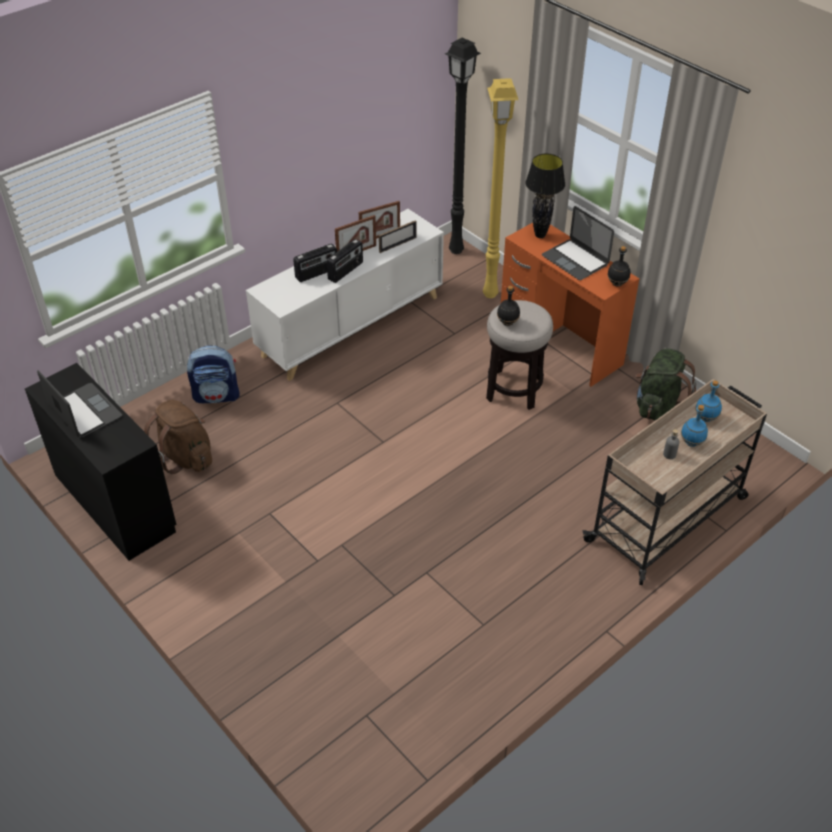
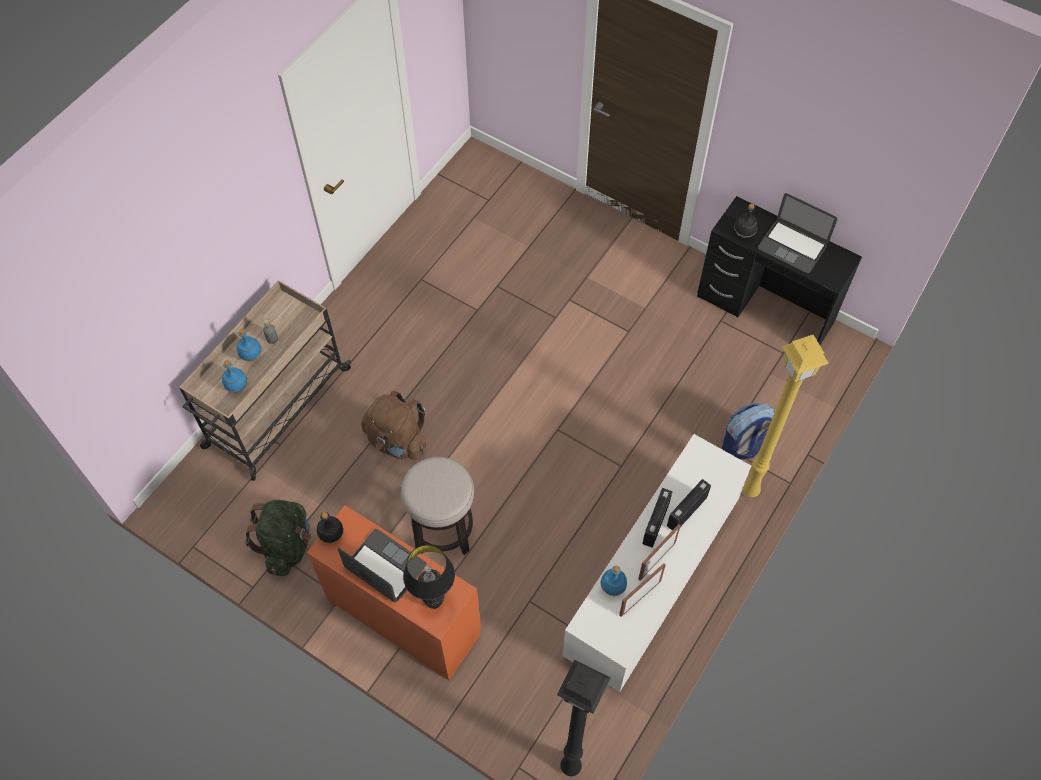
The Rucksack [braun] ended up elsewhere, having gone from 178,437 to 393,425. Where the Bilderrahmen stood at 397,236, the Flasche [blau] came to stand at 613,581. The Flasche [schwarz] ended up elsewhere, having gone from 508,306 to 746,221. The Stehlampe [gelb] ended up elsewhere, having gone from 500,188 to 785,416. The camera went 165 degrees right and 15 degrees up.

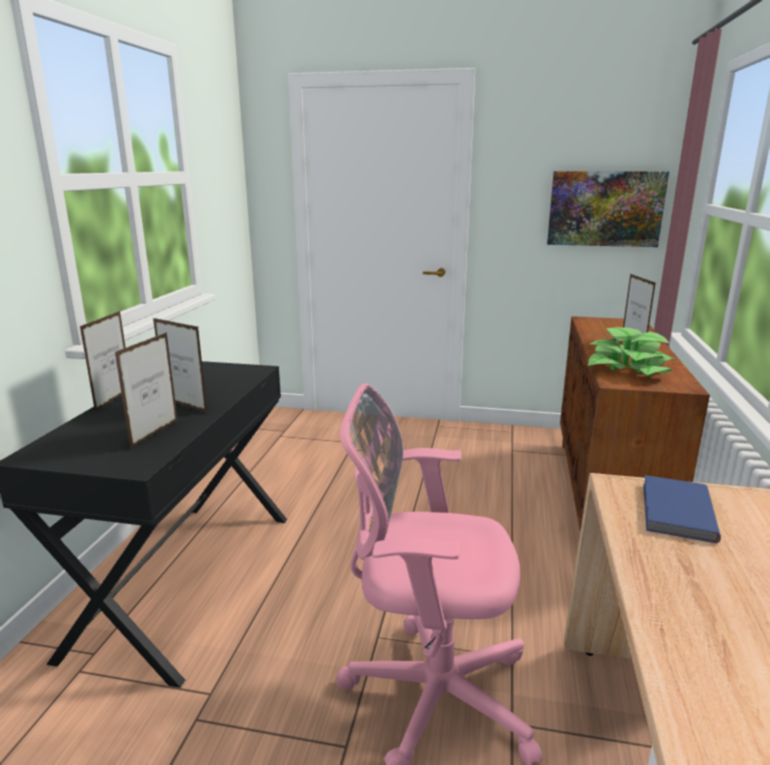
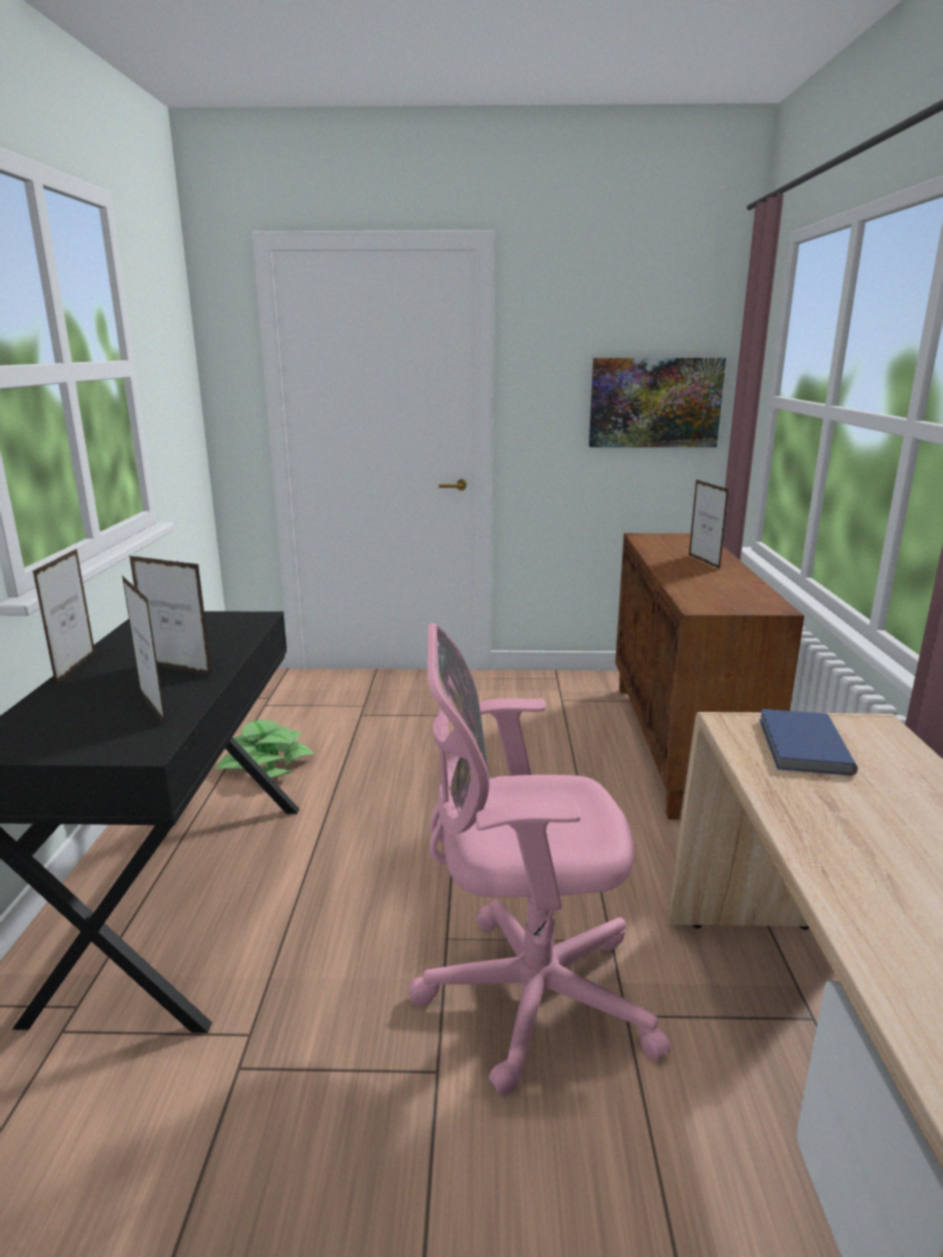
The Bilderrahmen at 146,390 ended up facing another way, 45 degrees counterclockwise from before. The Topfpflanze ended up elsewhere, having gone from 631,351 to 265,749. The camera went 10 degrees left and 0 degrees up.

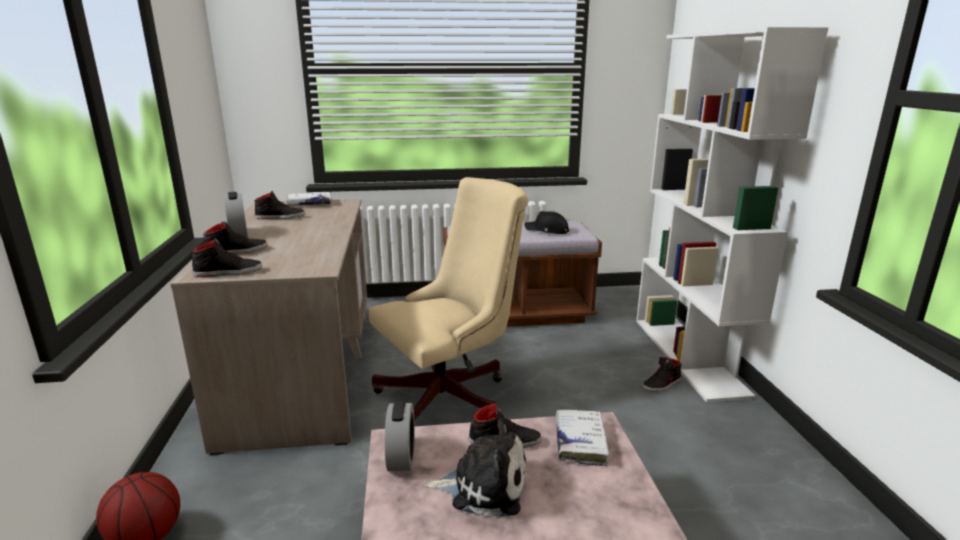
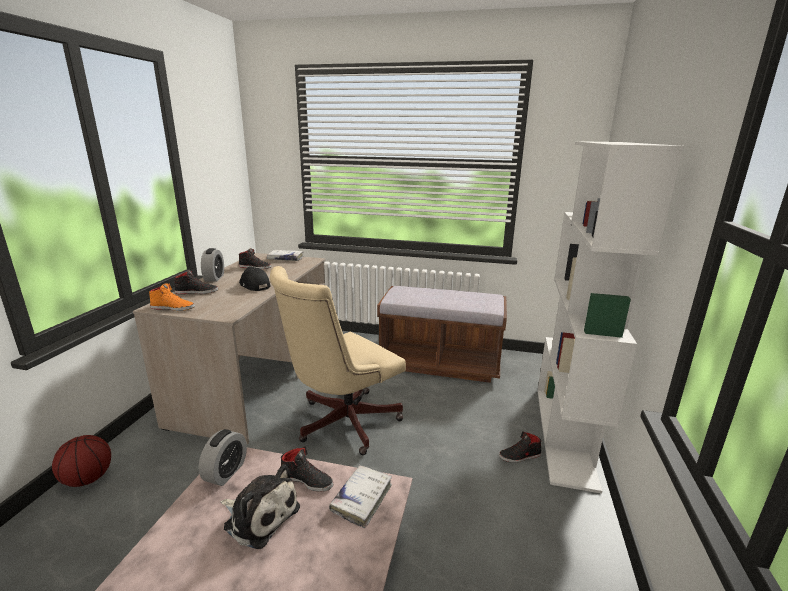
What was the Schuh [schwarz] at 227,257 turned into the Schuh [orange] at 172,297. The Kappe [schwarz] ended up elsewhere, having gone from 546,222 to 254,279. The Bürostuhl [beige] at 449,299 ended up facing another way, 150 degrees clockwise from before. The camera went 20 degrees right and 0 degrees up.

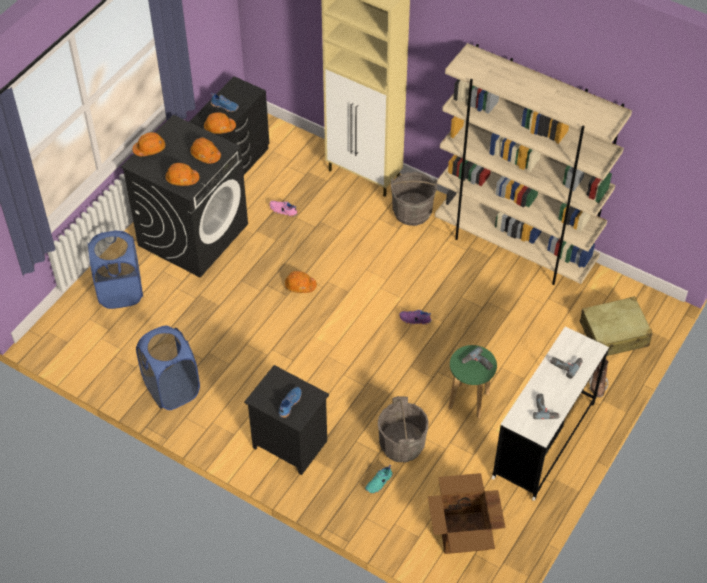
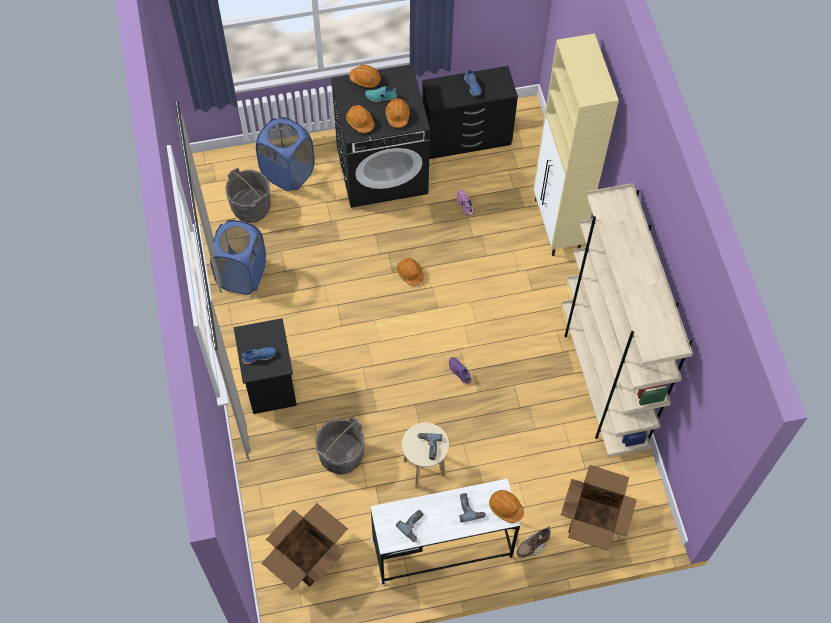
The Eimer [grau] ended up elsewhere, having gone from 414,199 to 248,195. The Schuh [türkis] ended up elsewhere, having gone from 379,479 to 381,94. What was the Hocker [grün] at 472,382 turned into the Hocker [beige] at 425,455. The Schutzhelm [orange] ended up elsewhere, having gone from 220,123 to 506,506. Where the Koffer [beige] stood at 616,326, the Karton came to stand at 599,508. The camera went 45 degrees right and 10 degrees up.

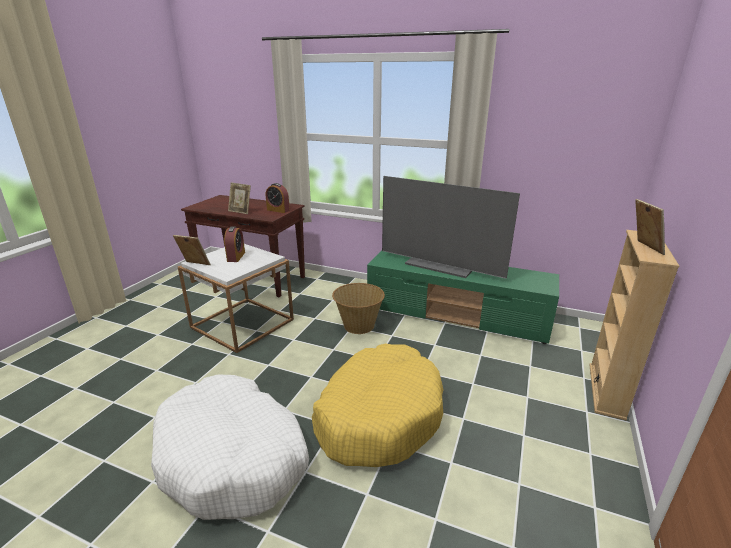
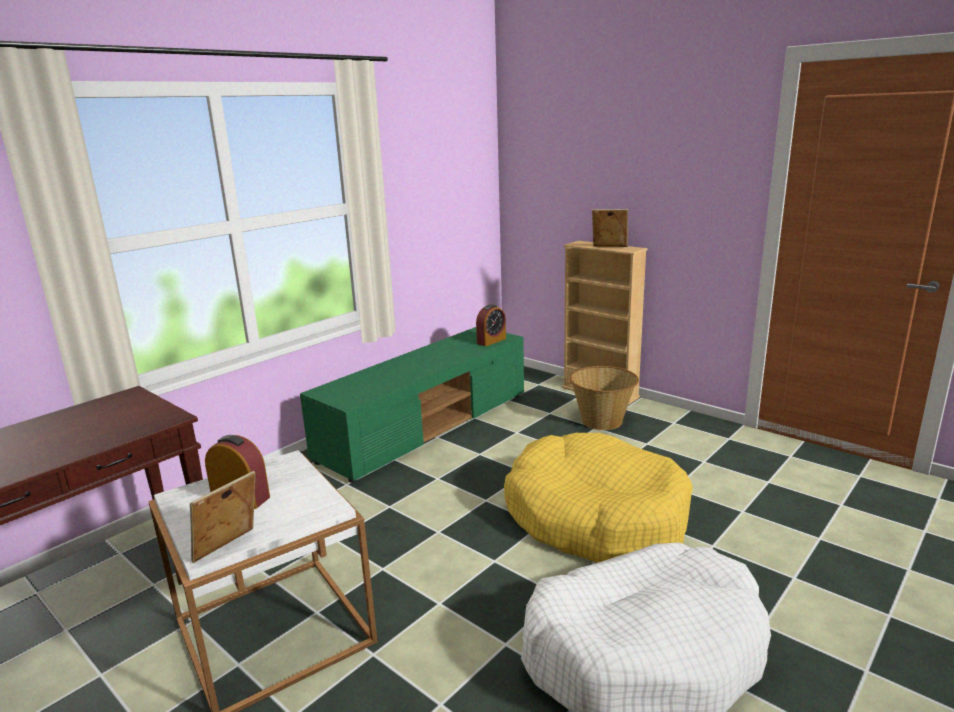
The Wecker ended up elsewhere, having gone from 278,198 to 491,325. The Korb ended up elsewhere, having gone from 358,308 to 604,398. The second view lost the Bilderrahmen at 239,198. The second view lost the Fernseher at 451,227. The camera went 70 degrees left and 5 degrees down.

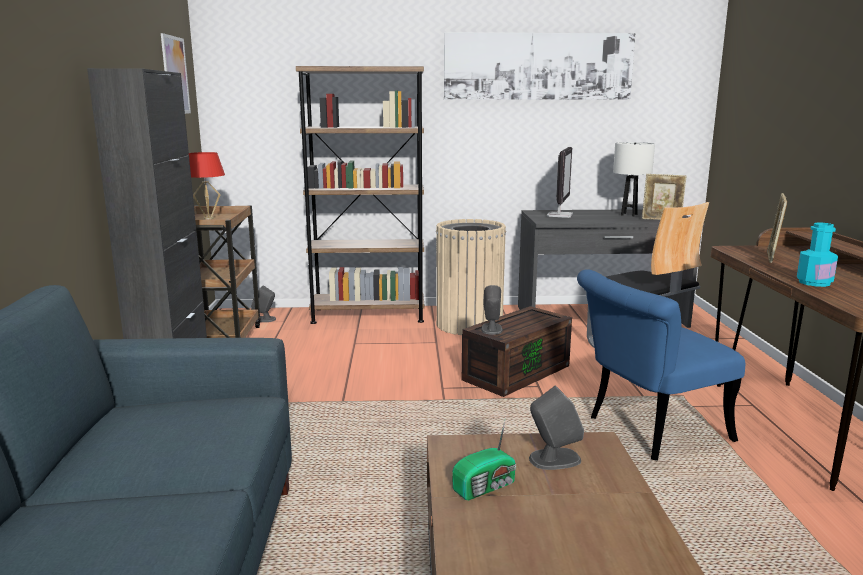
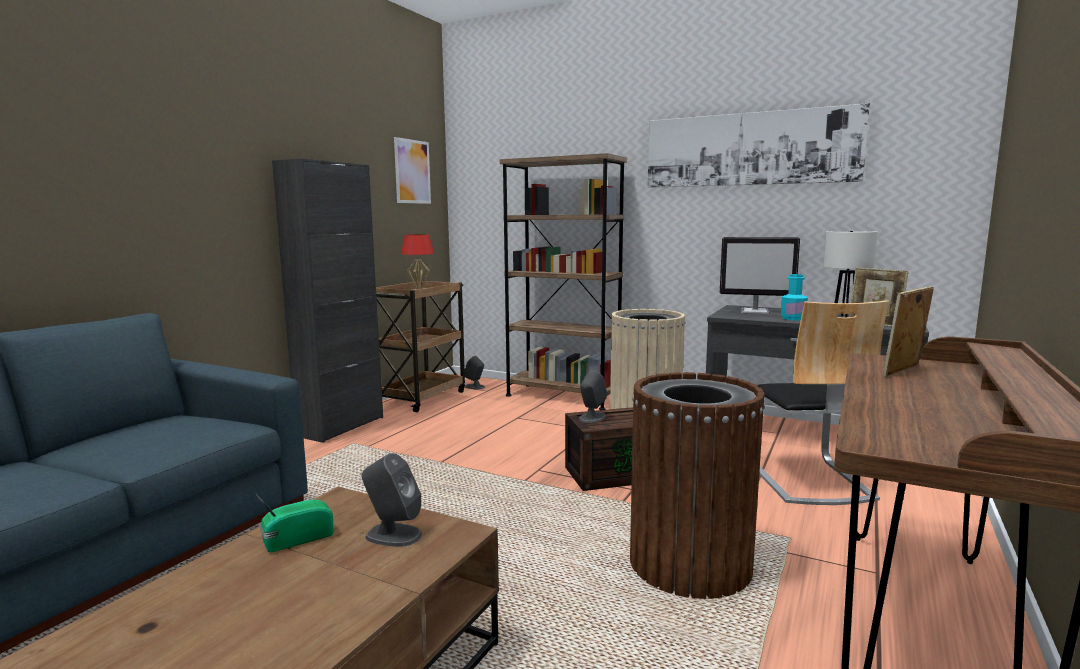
The Radio at 484,458 ended up facing another way, 150 degrees clockwise from before. Where the Stuhl [blau] stood at 661,365, the Mülleimer [braun] came to stand at 697,485. The Monitor at 560,182 ended up facing another way, 60 degrees clockwise from before. The Flasche [türkis] ended up elsewhere, having gone from 817,255 to 794,297. The camera went 30 degrees right and 5 degrees down.

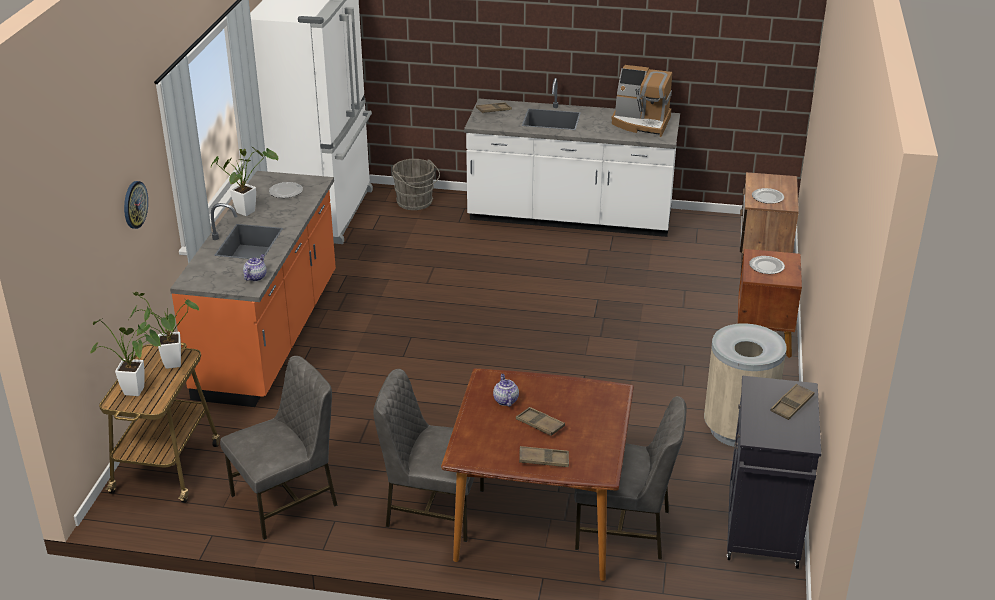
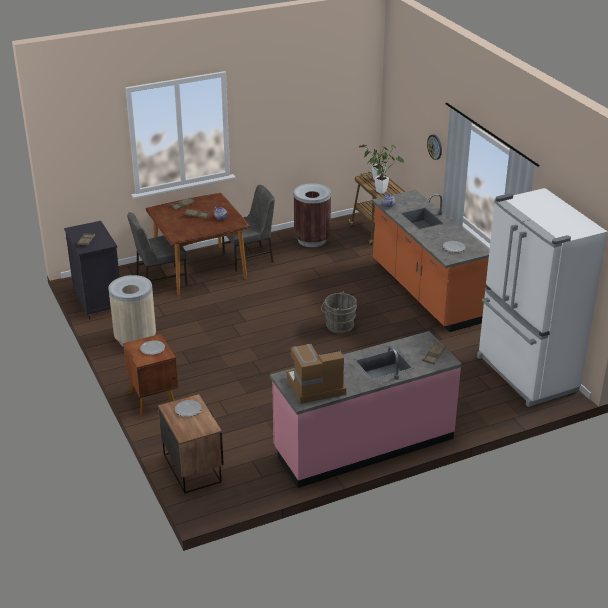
What was the Küchenzeile [weiß] at 572,157 turned into the Küchenzeile [rosa] at 366,409. Where the Stuhl [grau] stood at 278,448, the Mülleimer [braun] came to stand at 312,215. The Eimer [grau] ended up elsewhere, having gone from 416,184 to 339,313. The second view lost the Topfpflanze at 244,181. The camera went 145 degrees right and 0 degrees up.

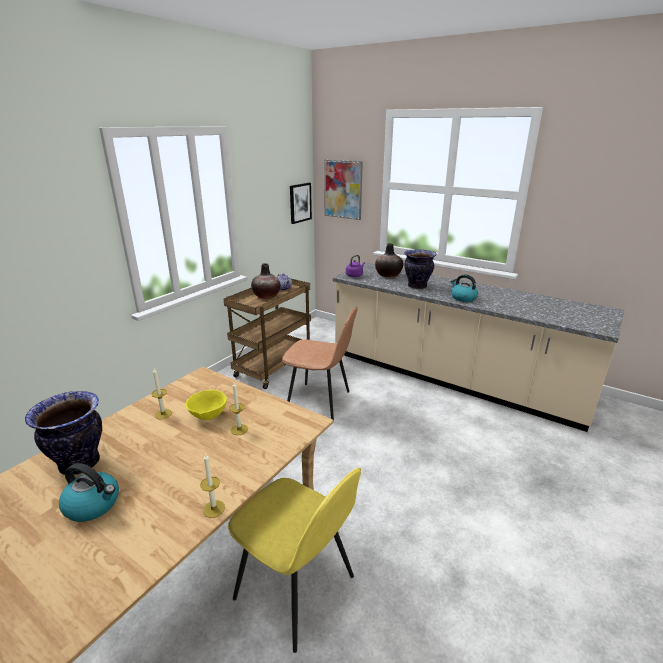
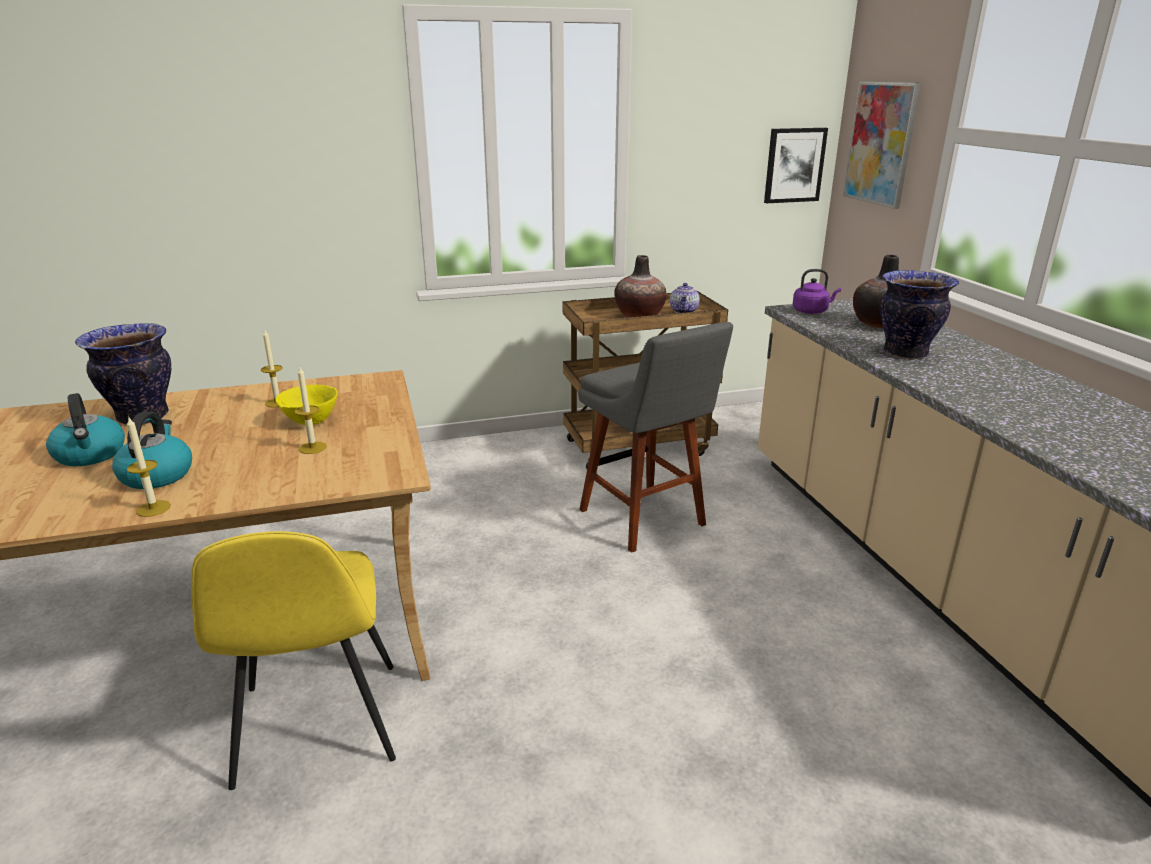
The Wasserkessel ended up elsewhere, having gone from 464,288 to 152,450. Where the Stuhl [braun] stood at 320,364, the Hocker [grau] came to stand at 655,437. The camera went 40 degrees right and 0 degrees up.

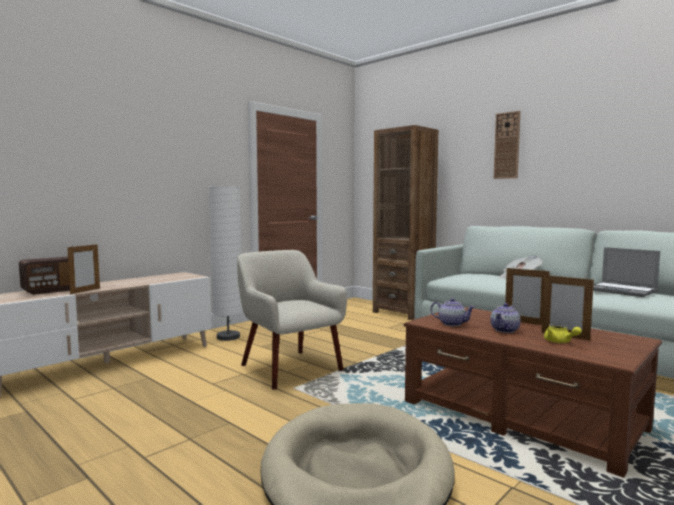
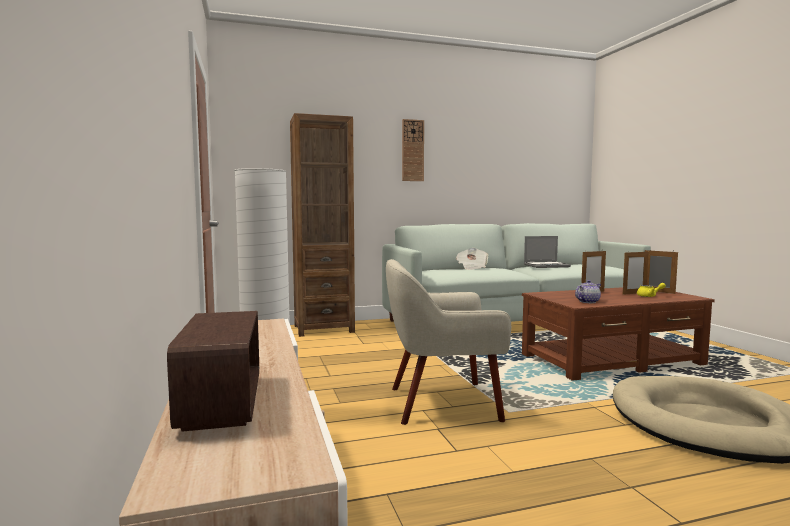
The Bilderrahmen ended up elsewhere, having gone from 83,268 to 661,271. The second view lost the Teekanne at 505,318. The camera went 60 degrees left and 0 degrees up.

